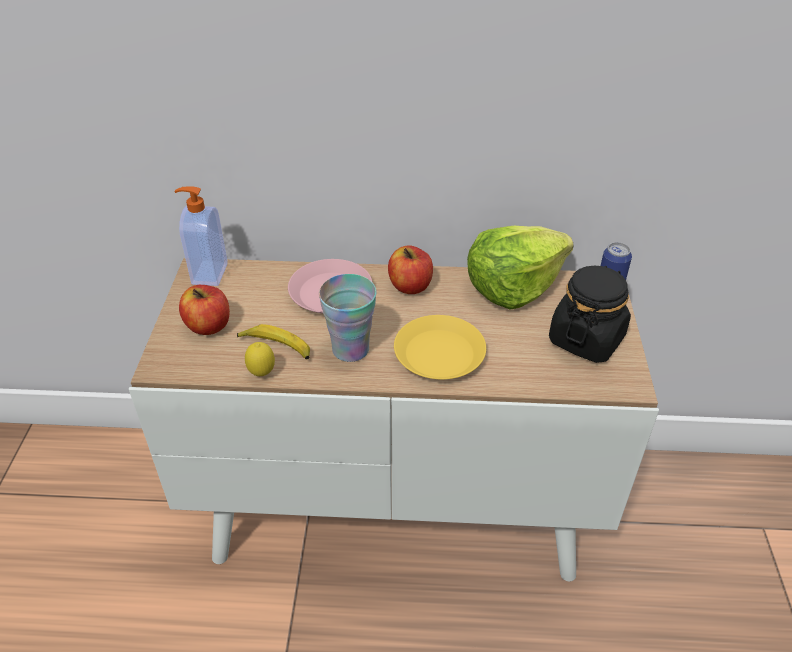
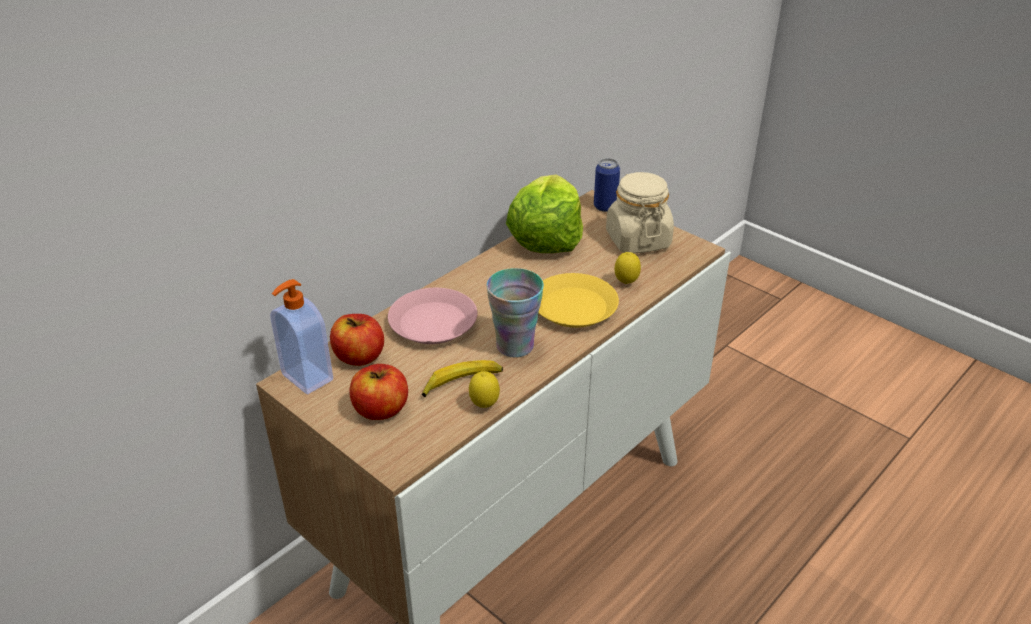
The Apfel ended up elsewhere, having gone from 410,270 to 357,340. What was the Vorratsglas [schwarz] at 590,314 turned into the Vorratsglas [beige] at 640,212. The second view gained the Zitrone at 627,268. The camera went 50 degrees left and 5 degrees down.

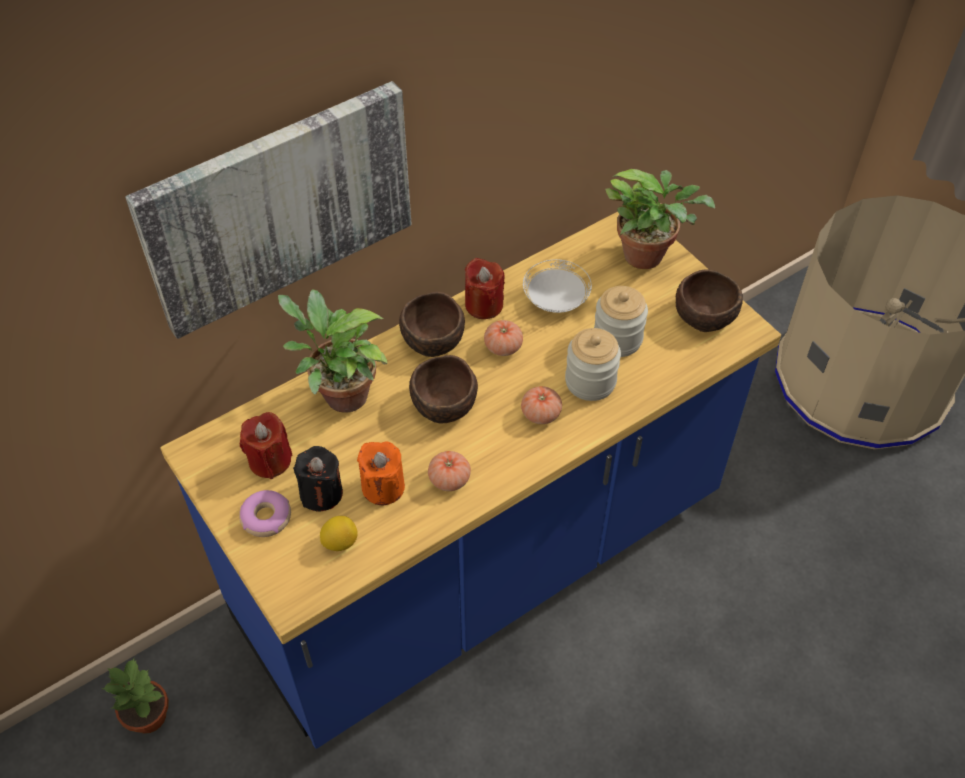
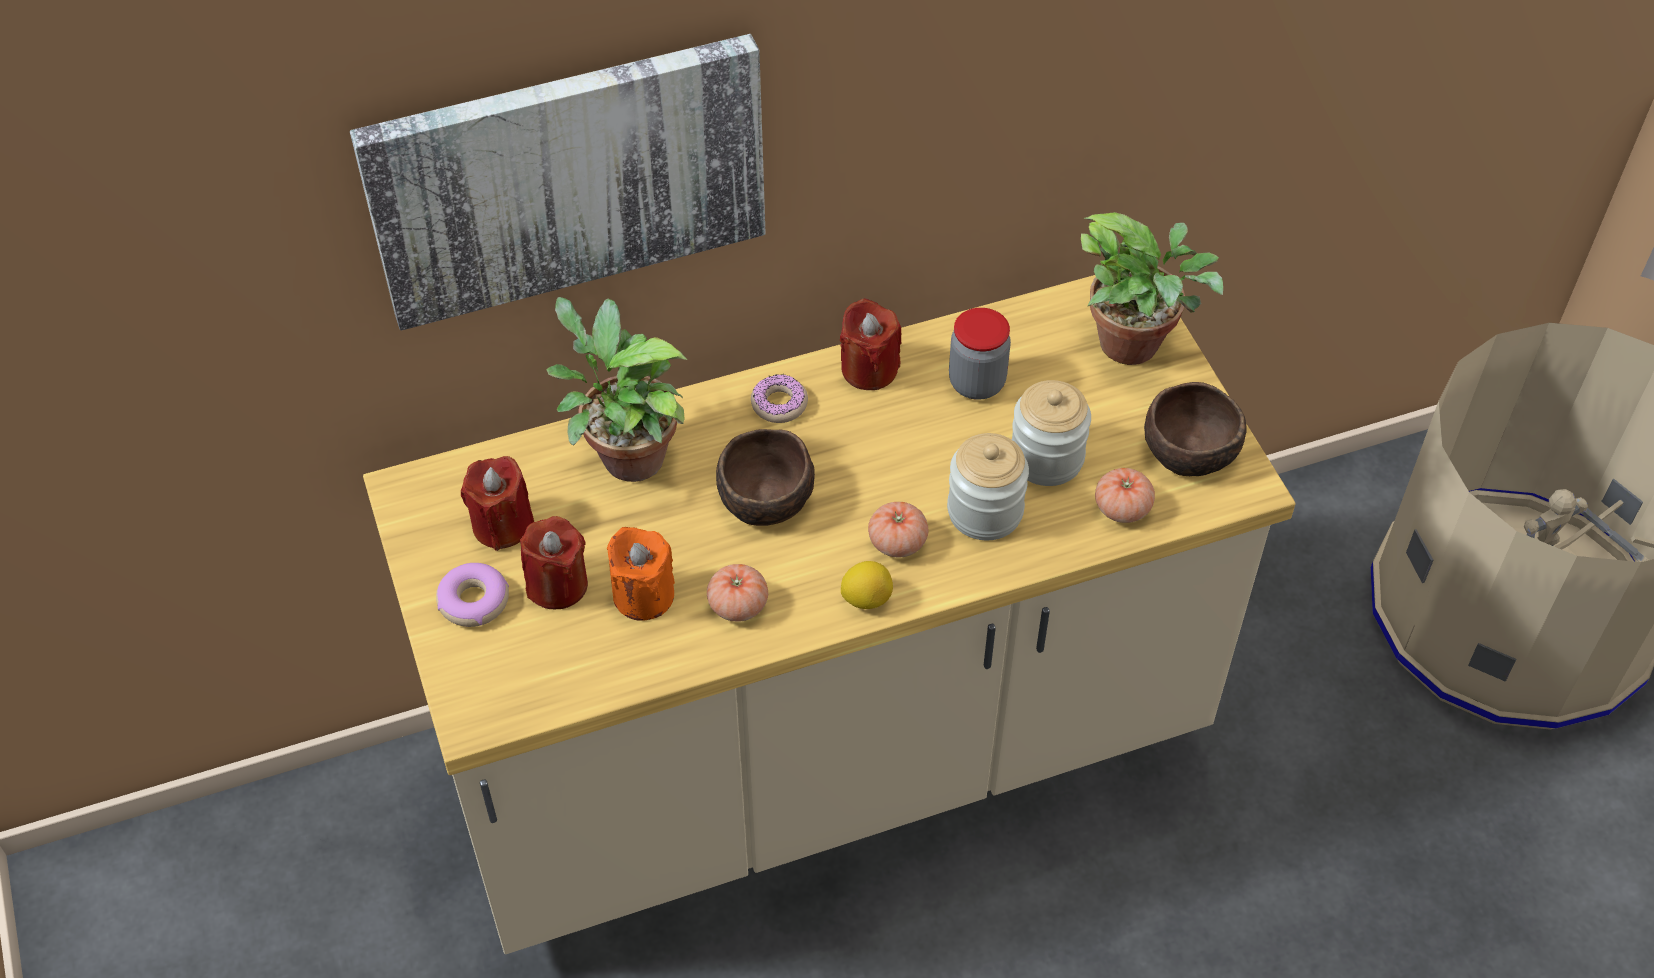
What was the Küchenzeile [blau] at 470,480 turned into the Küchenzeile [beige] at 829,614. What was the Kerze [schwarz] at 318,478 turned into the Kerze [rot] at 554,562. Where the Schüssel [braun] stood at 432,324, the Donut came to stand at 779,398. The Zitrone ended up elsewhere, having gone from 339,533 to 867,585. Where the Teller [weiß] stood at 557,286, the Vorratsglas came to stand at 980,354. The Tomate ended up elsewhere, having gone from 503,338 to 1125,495. The second view lost the Topfpflanze at 135,696. The camera went 15 degrees right and 0 degrees up.

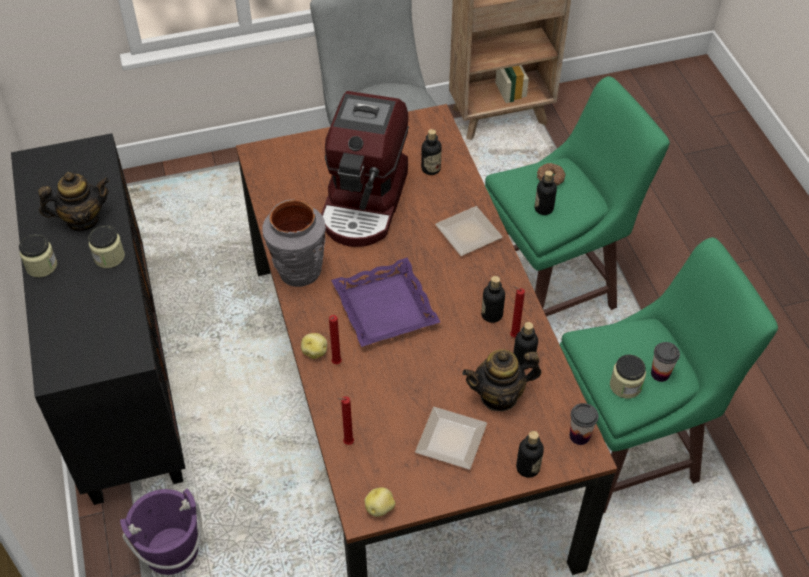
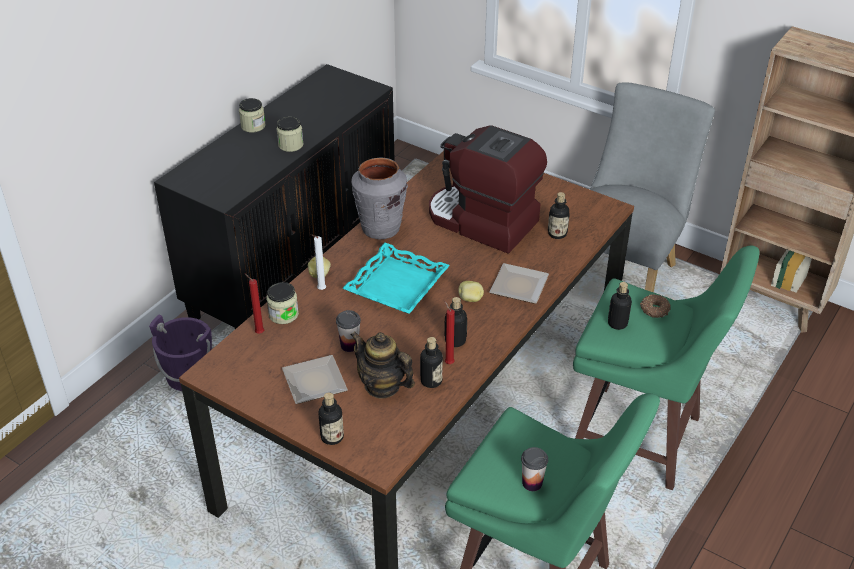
The Vorratsglas ended up elsewhere, having gone from 628,377 to 283,303. What was the Kerze [rot] at 335,339 turned into the Kerze [weiß] at 318,262. The Tasse ended up elsewhere, having gone from 584,424 to 348,331. What was the Tablett [lila] at 385,302 turned into the Tablett [türkis] at 396,278. The Kaffeemaschine at 365,169 ended up facing another way, 60 degrees clockwise from before. The Kartoffel ended up elsewhere, having gone from 379,502 to 471,291. The second view lost the Teekanne at 74,201. The camera went 50 degrees right and 10 degrees down.

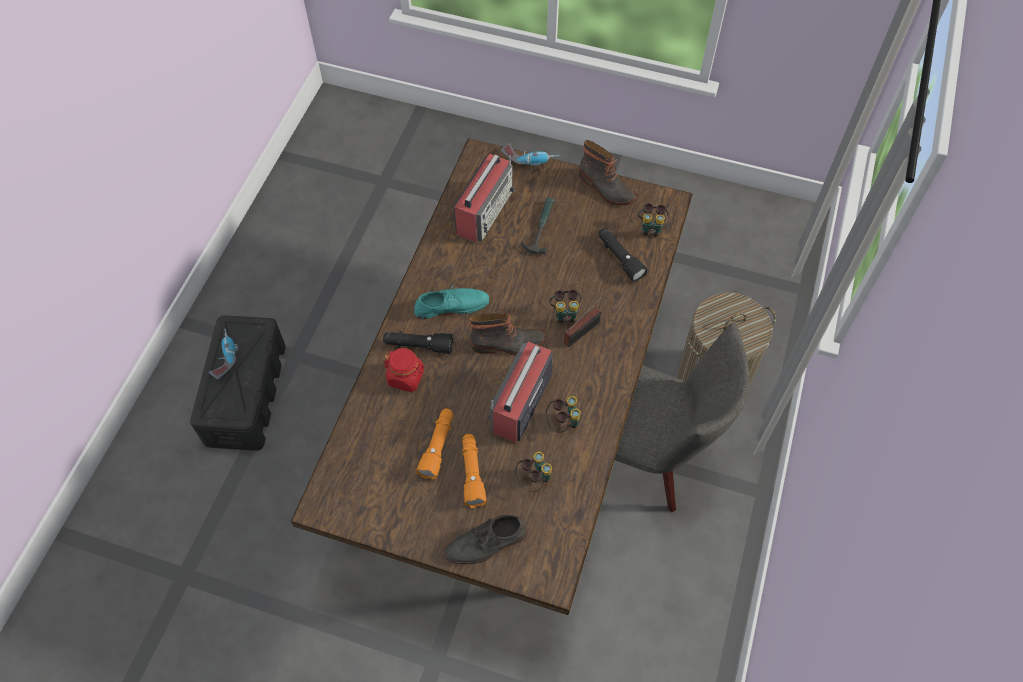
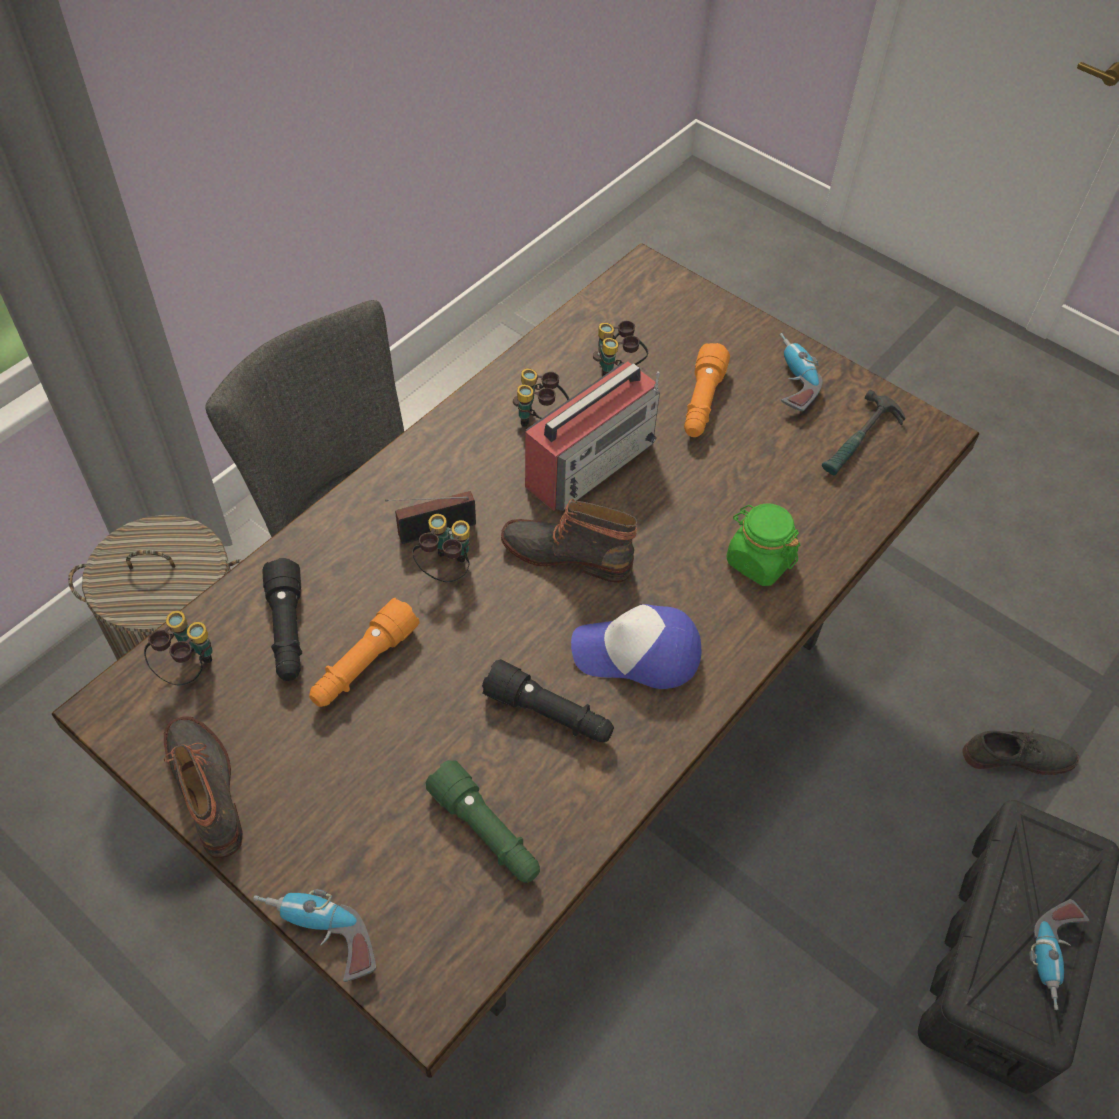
The Taschenlampe [orange] ended up elsewhere, having gone from 434,444 to 364,652. Where the Radio stood at 484,198, the Taschenlampe [grün] came to stand at 483,821. The Taschenlampe [schwarz] ended up elsewhere, having gone from 418,342 to 548,700. Where the Schuh [türkis] stood at 451,303, the Kappe came to stand at 636,646. What was the Vorratsglas [rot] at 404,370 turned into the Vorratsglas [grün] at 763,545. The second view gained the Bohrmaschine at 801,372. The Hammer ended up elsewhere, having gone from 538,226 to 863,432. The Schuh [grau] ended up elsewhere, having gone from 486,539 to 1021,751. The camera went 160 degrees left and 5 degrees down.

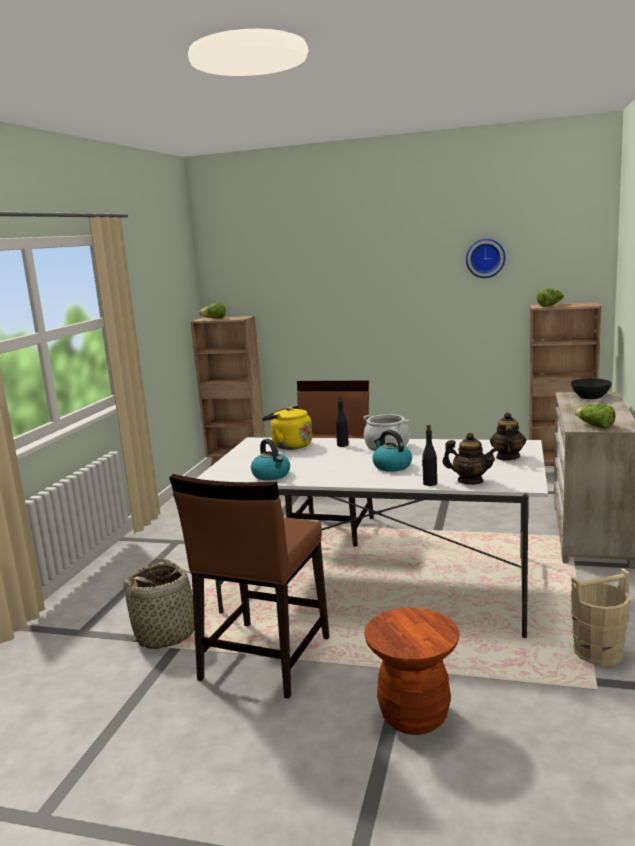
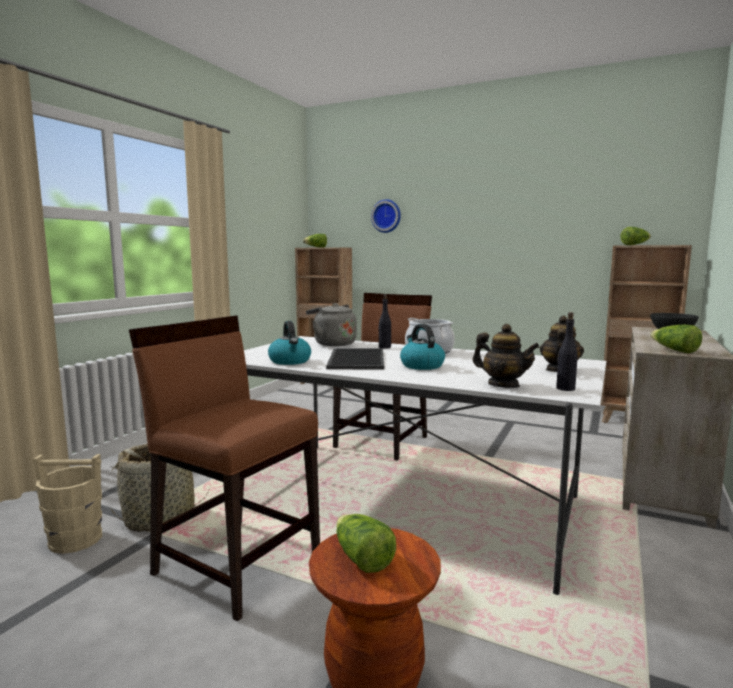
The Eimer [beige] ended up elsewhere, having gone from 600,617 to 67,504. The Stuhl [braun] at 249,586 ended up facing another way, 90 degrees clockwise from before. What was the Wasserkessel [gelb] at 287,428 turned into the Wasserkessel [grau] at 331,324. The second view gained the Tablett at 355,358. The second view gained the Salatkopf at 366,543. The Wanduhr ended up elsewhere, having gone from 486,258 to 386,216. The Flasche [schwarz] ended up elsewhere, having gone from 429,455 to 567,351. The camera went 10 degrees right and 5 degrees down.

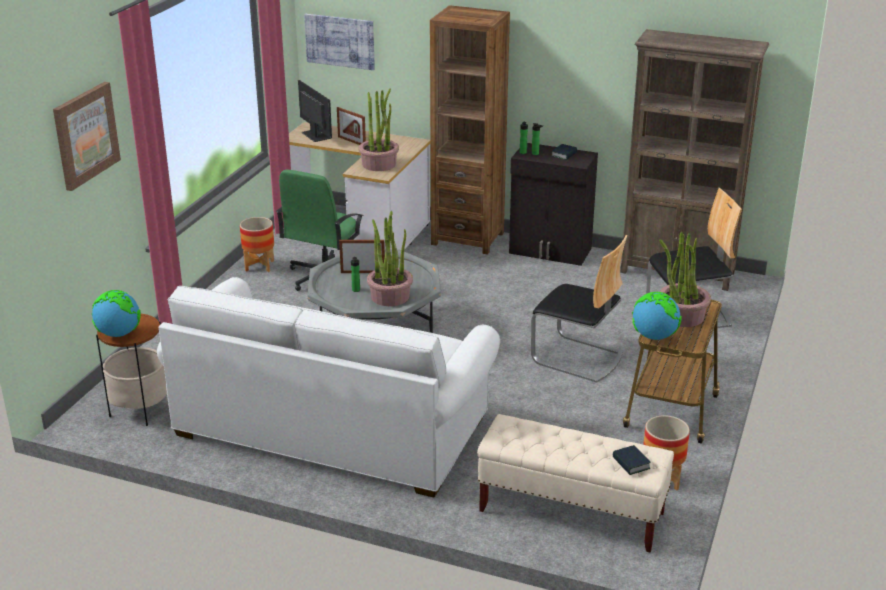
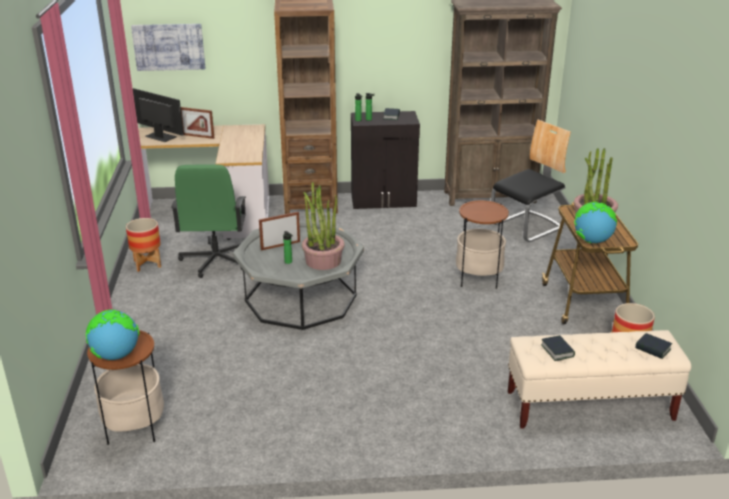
Where the Stuhl stood at 579,309, the Beistelltisch came to stand at 482,244. The second view gained the Buch at 558,348. The second view lost the Bild at 87,136. The second view lost the Sofa [weiß] at 328,387. The second view lost the Topfpflanze at 379,129. The camera went 25 degrees left and 0 degrees up.

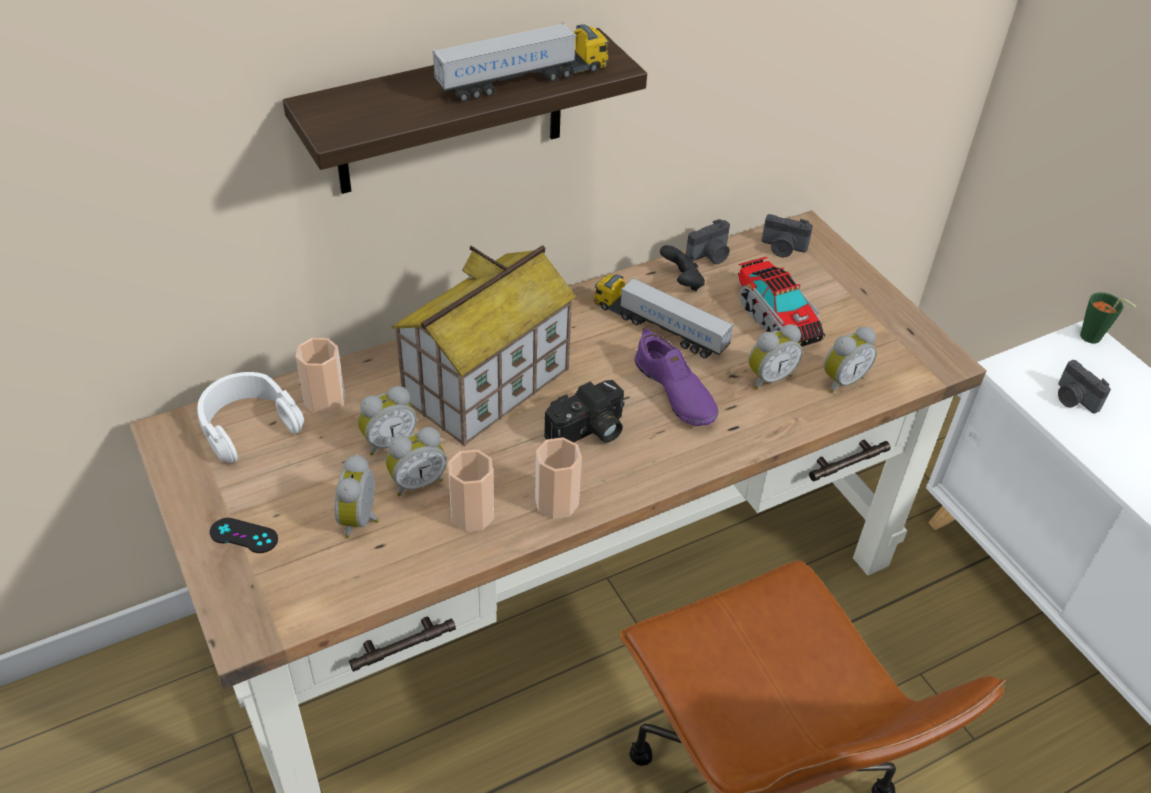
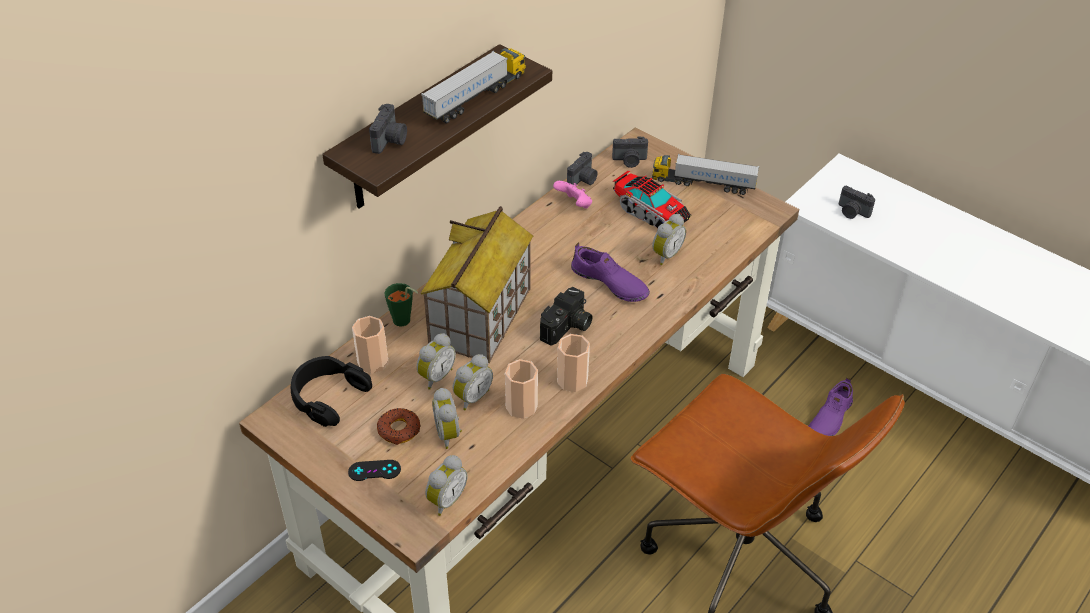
What was the Kopfhörer [weiß] at 250,417 turned into the Kopfhörer [schwarz] at 331,391. The second view gained the Kamera at 388,129. The second view gained the Donut at 399,426. The Tasse [grün] ended up elsewhere, having gone from 1108,318 to 402,304. The Wecker ended up elsewhere, having gone from 850,360 to 446,485. What was the Gamepad [schwarz] at 682,268 turned into the Gamepad [rosa] at 572,194. The Spielzeuglaster ended up elsewhere, having gone from 664,317 to 705,174. The second view gained the Schuh [lila] at 831,407. The camera went 20 degrees left and 0 degrees up.

